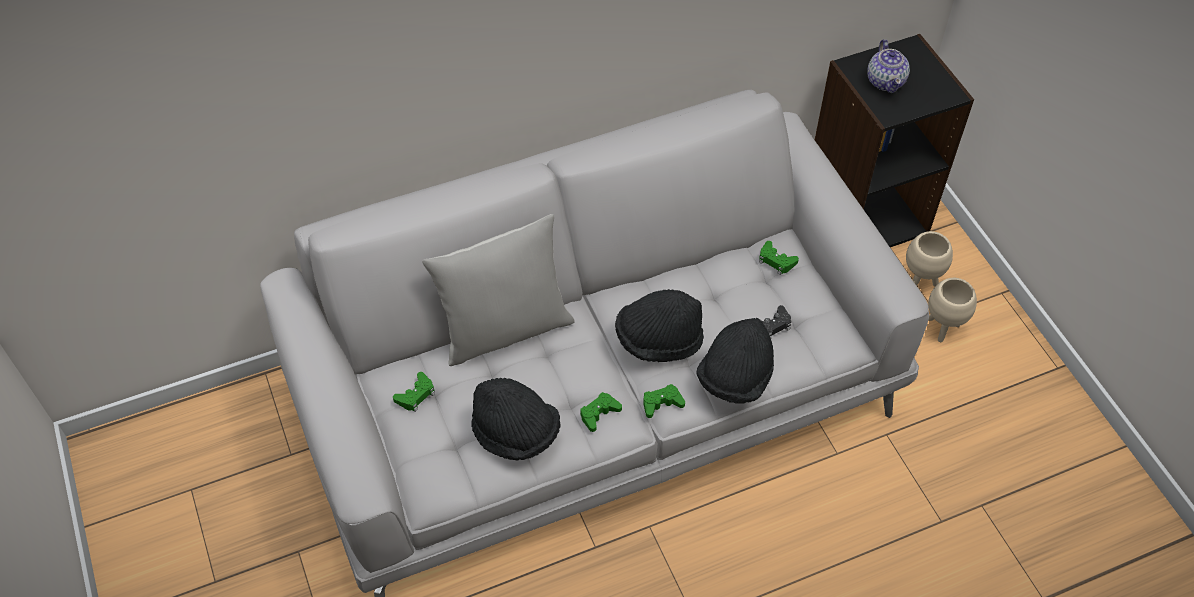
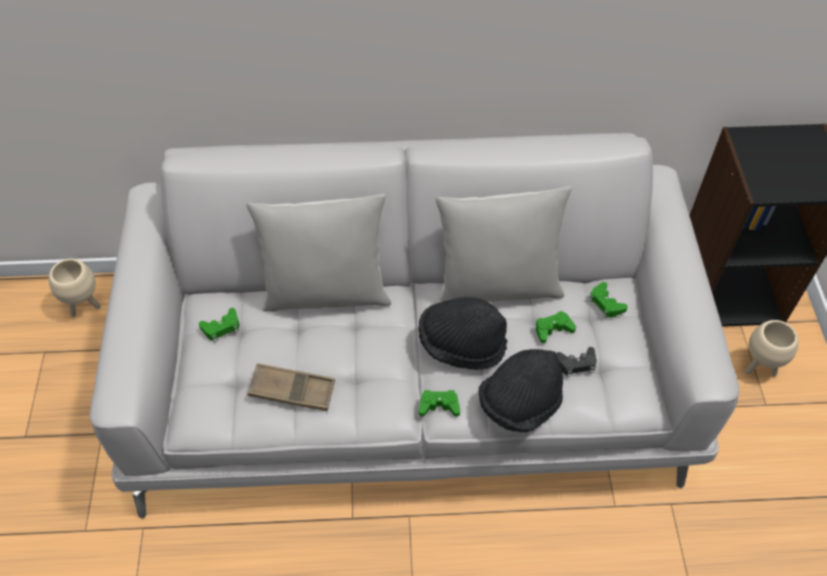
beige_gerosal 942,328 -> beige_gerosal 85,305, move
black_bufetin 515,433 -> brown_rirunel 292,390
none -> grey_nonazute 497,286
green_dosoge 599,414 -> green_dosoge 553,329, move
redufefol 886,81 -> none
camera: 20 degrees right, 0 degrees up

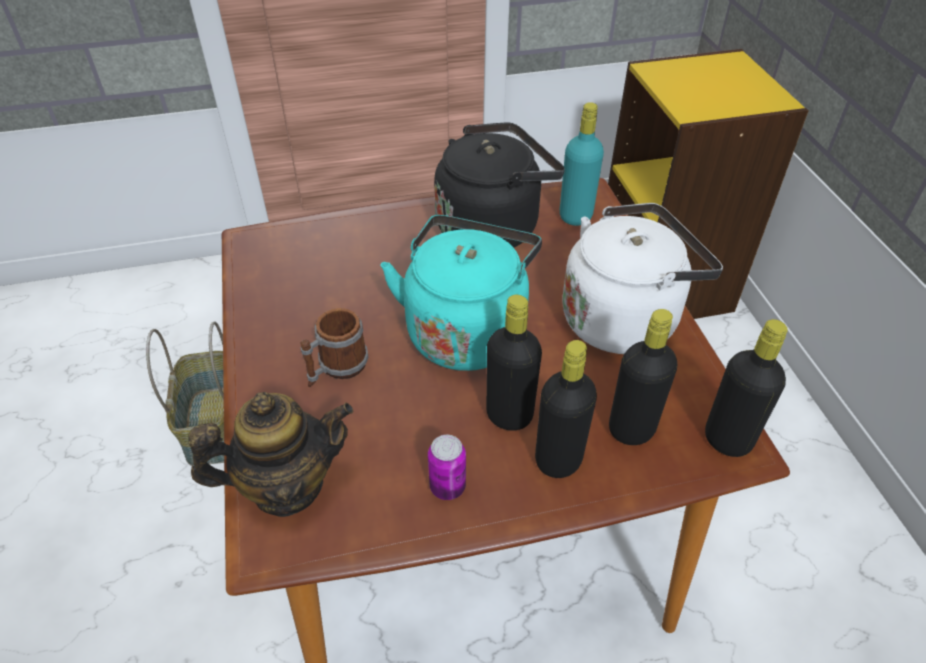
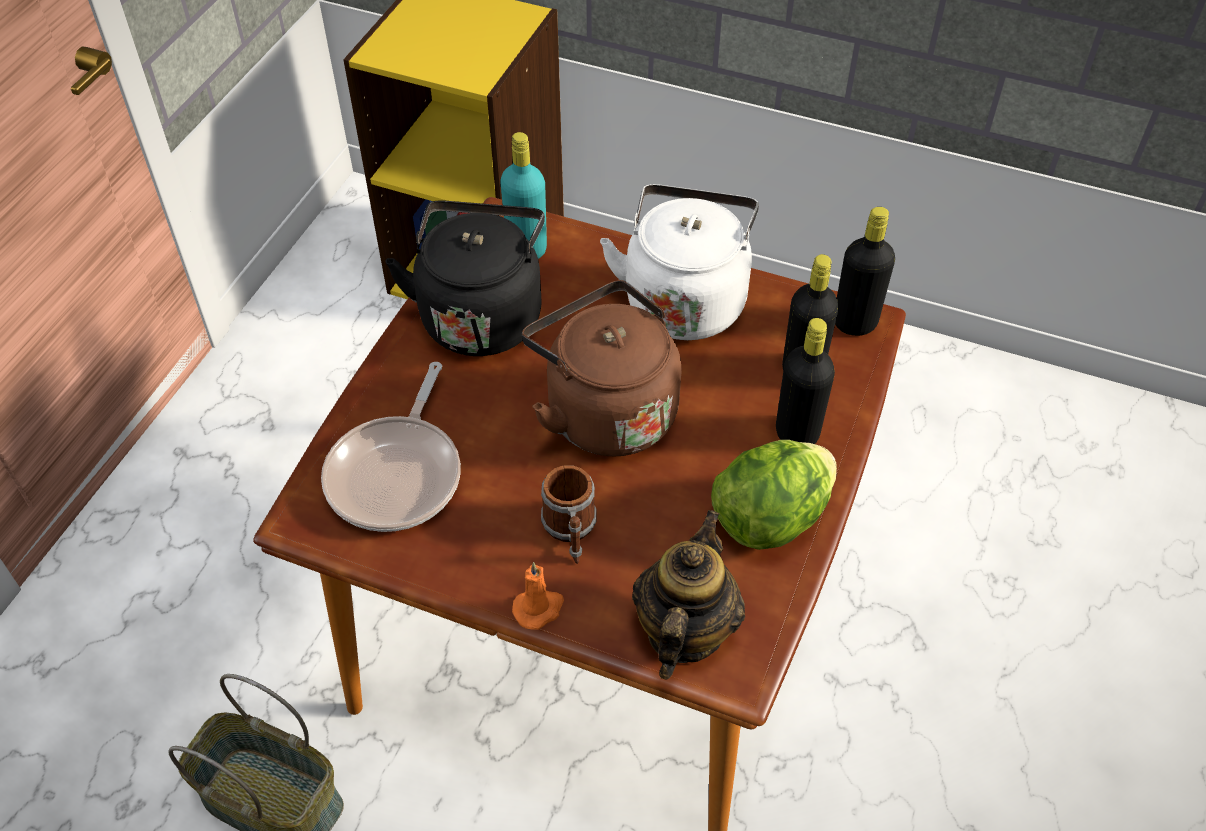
none -> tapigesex 398,474
none -> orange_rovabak 539,608
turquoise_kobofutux 467,330 -> brown_kobofutux 605,411
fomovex 447,487 -> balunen 770,518
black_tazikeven 509,415 -> none
camera: 55 degrees left, 5 degrees up

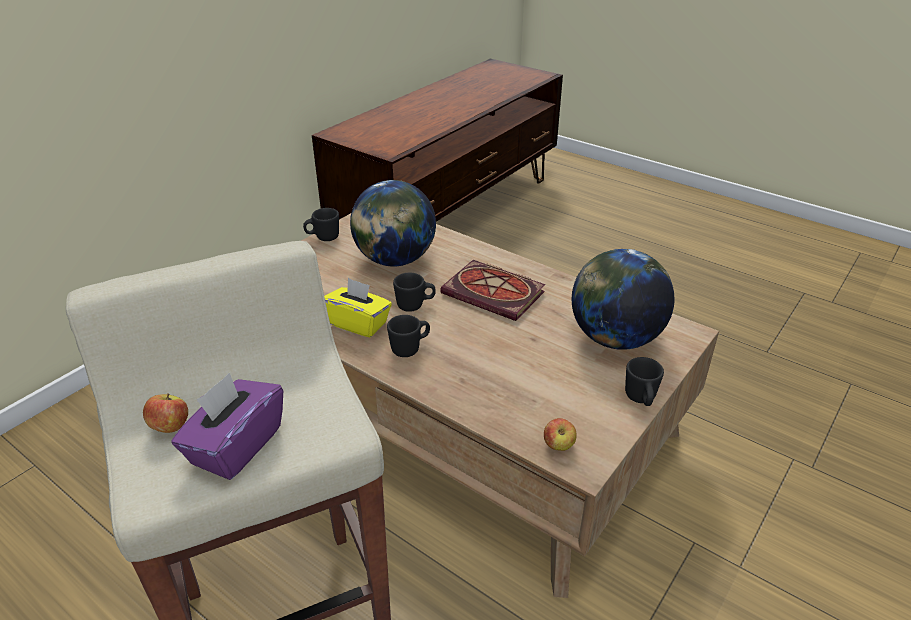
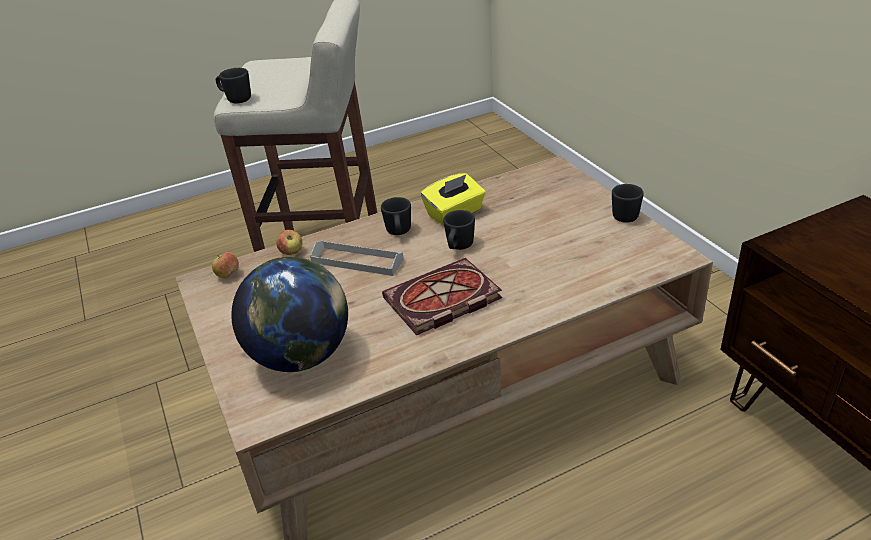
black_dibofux 641,399 -> black_dibofux 236,99, move
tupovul 170,427 -> tupovul 291,252, move
none -> grey_rirunel 357,261
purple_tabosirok 236,446 -> none
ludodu 395,260 -> none
camera: 120 degrees right, 0 degrees up

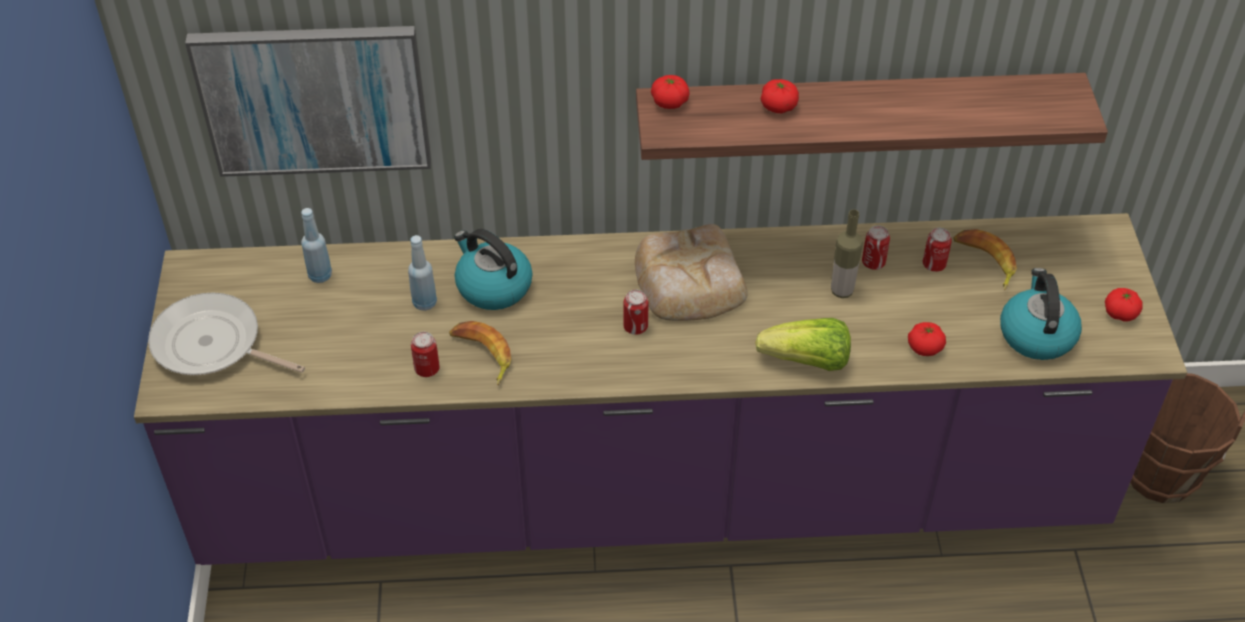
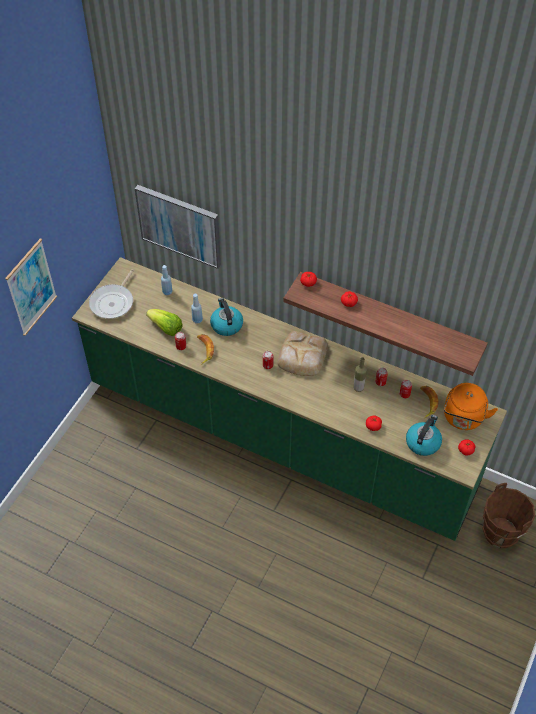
none -> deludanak 31,287
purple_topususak 622,496 -> green_topususak 268,431
tapigesex 212,345 -> tapigesex 113,302, 120 degrees counterclockwise
balunen 807,361 -> balunen 166,328, move
none -> orange_kobofutux 463,419
camera: 30 degrees right, 5 degrees up

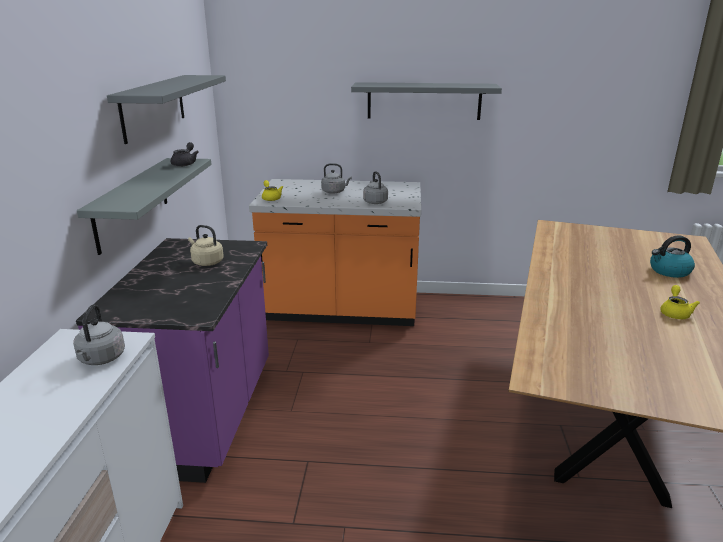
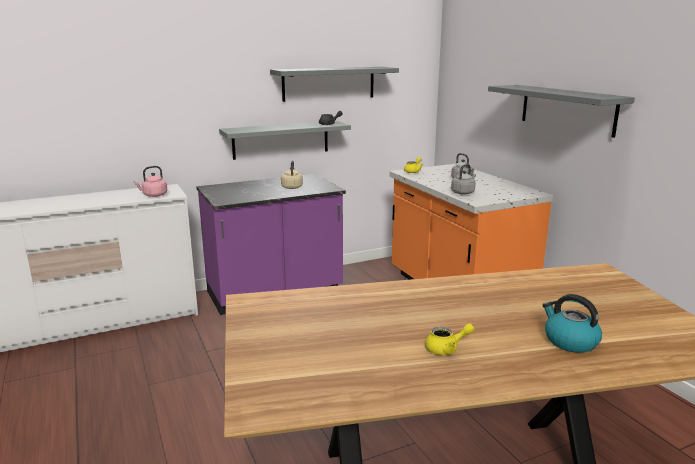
grey_kobofutux 101,359 -> pink_kobofutux 153,195
camera: 60 degrees right, 5 degrees down

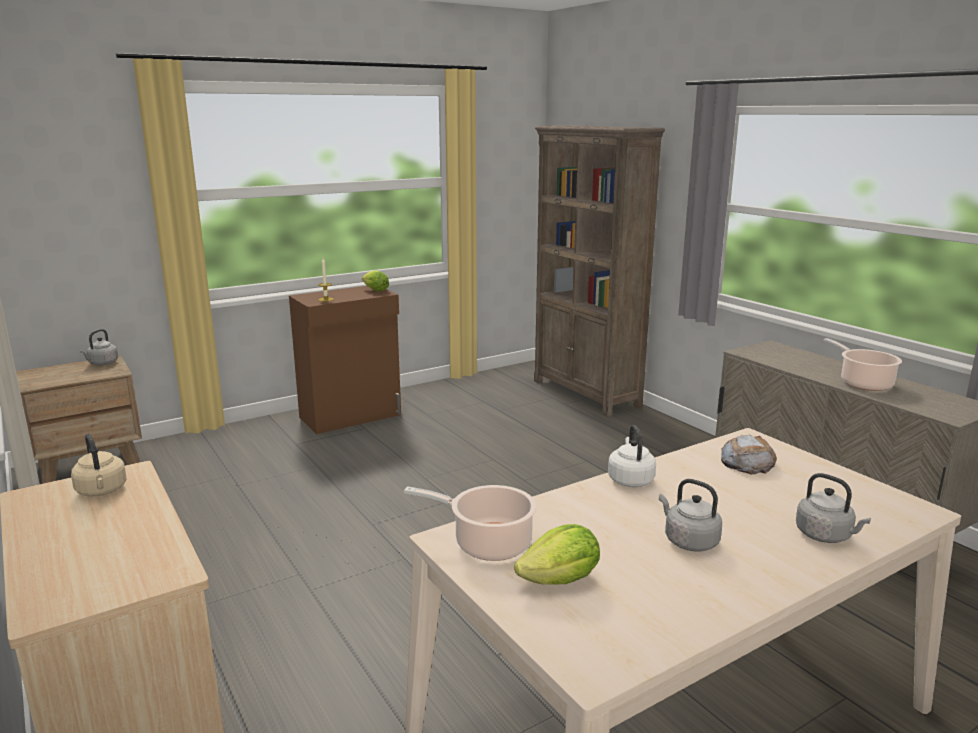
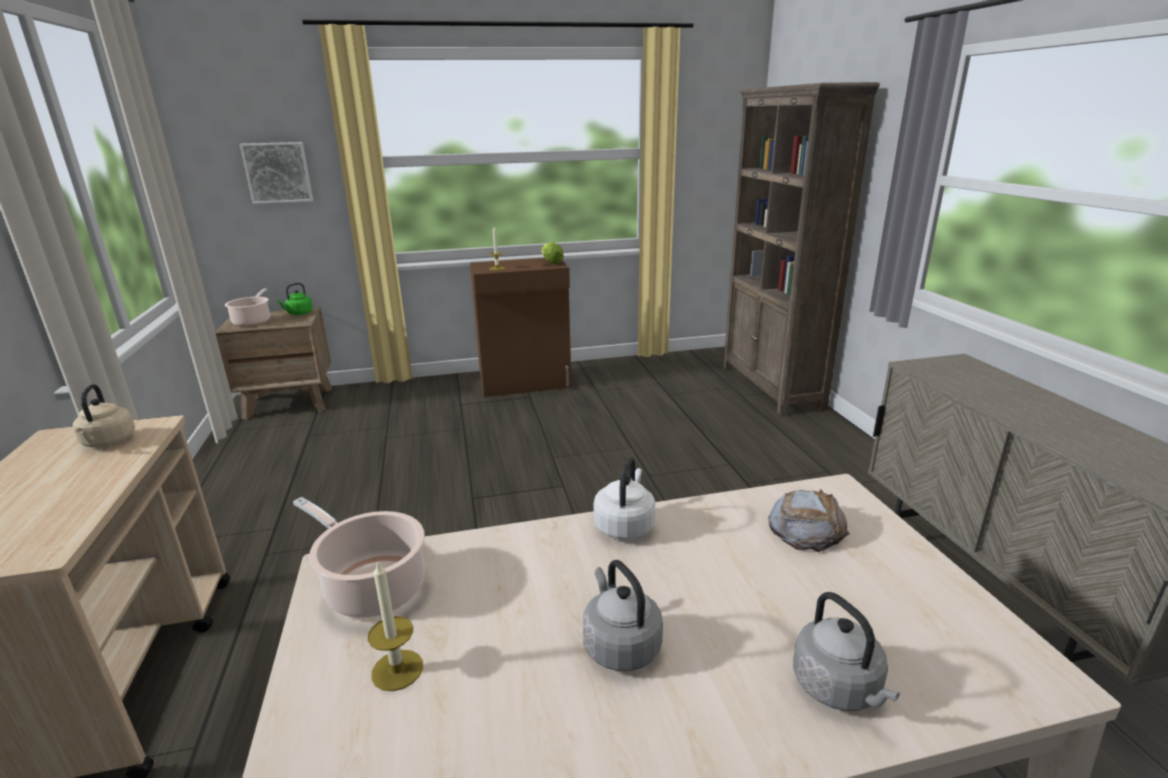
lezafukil 863,383 -> lezafukil 253,321, move
none -> deludanak 278,172
grey_kobofutux 102,363 -> green_kobofutux 299,313
balunen 561,580 -> rovabak 397,670
camera: 20 degrees right, 5 degrees up

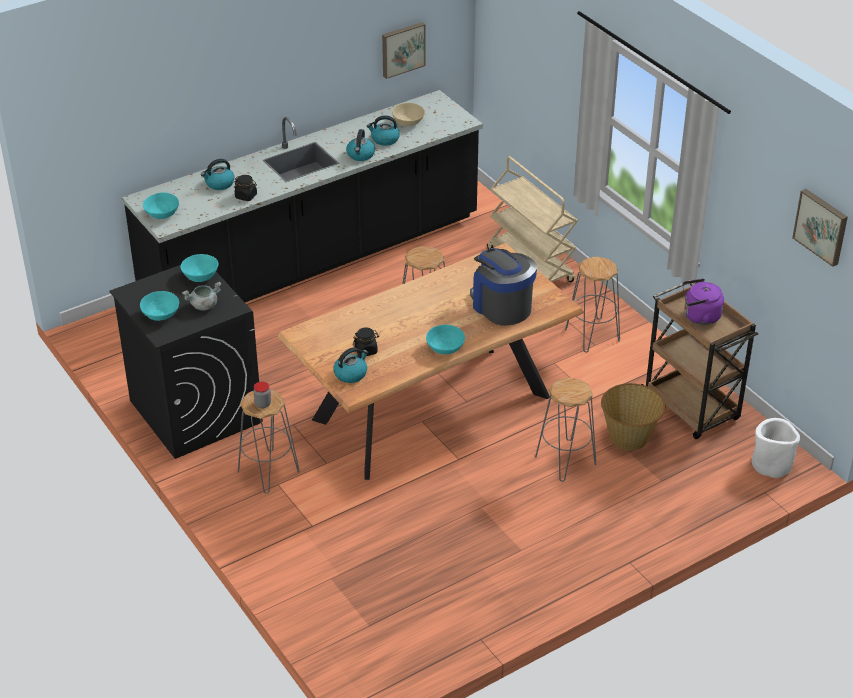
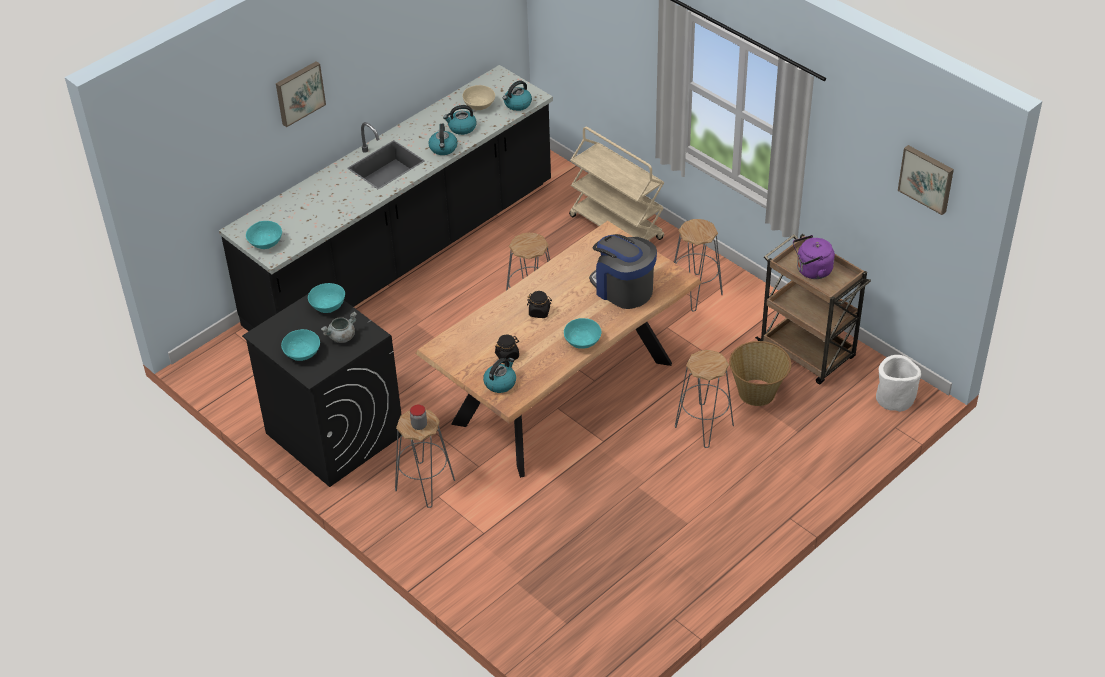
deludanak 402,49 -> deludanak 299,93, move
kobofutux 219,184 -> kobofutux 517,104, move
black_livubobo 246,196 -> black_livubobo 539,312, move
camera: 10 degrees left, 5 degrees up

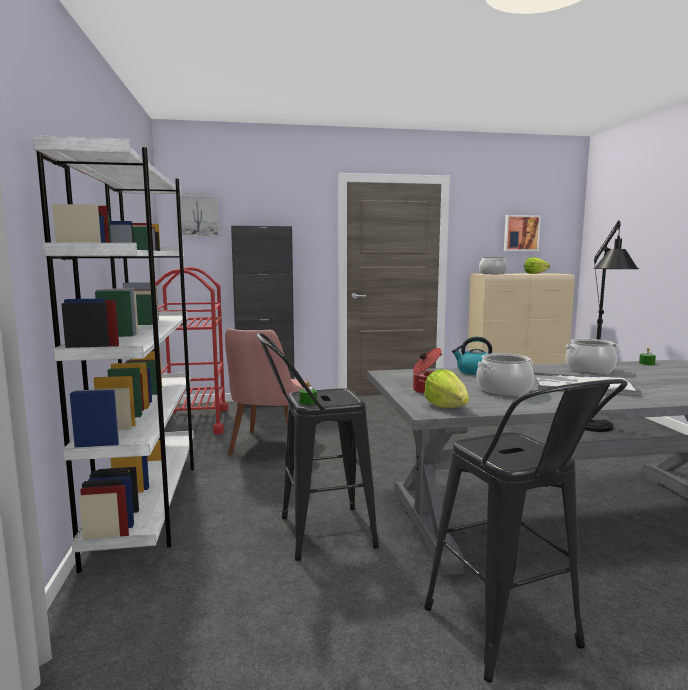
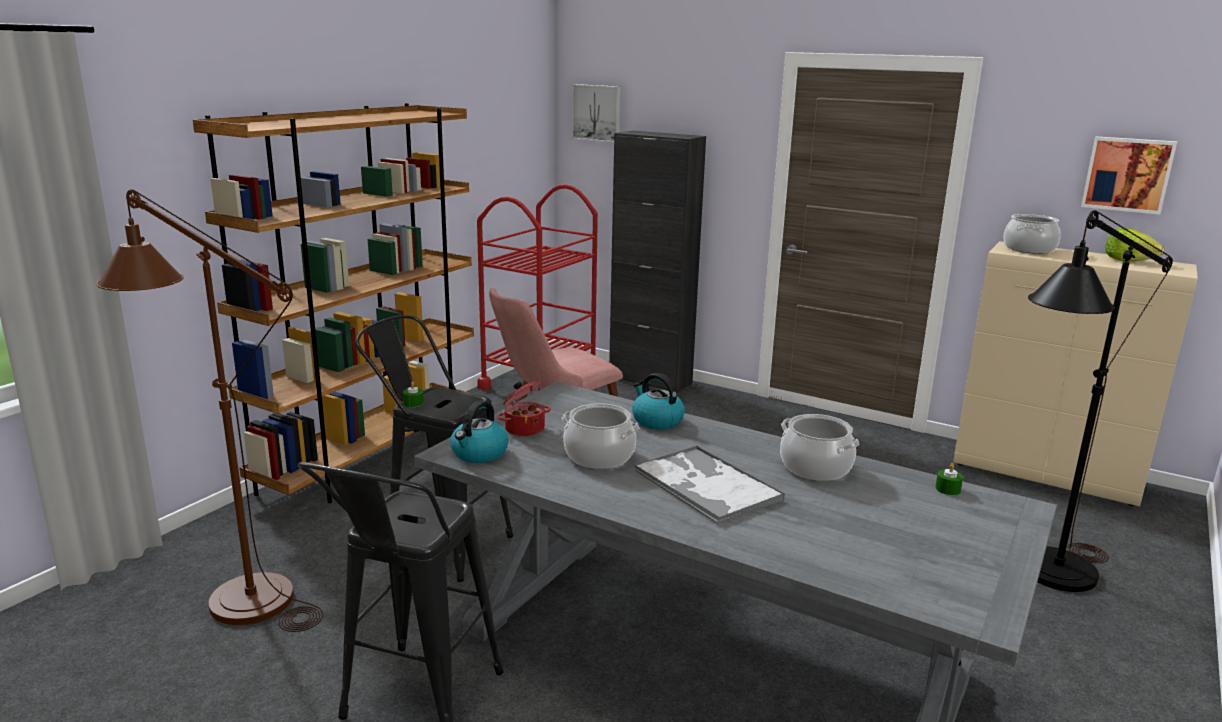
none -> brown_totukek 235,594
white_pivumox 148,504 -> brown_pivumox 371,458
balunen 446,407 -> kobofutux 479,453
camera: 40 degrees right, 10 degrees up

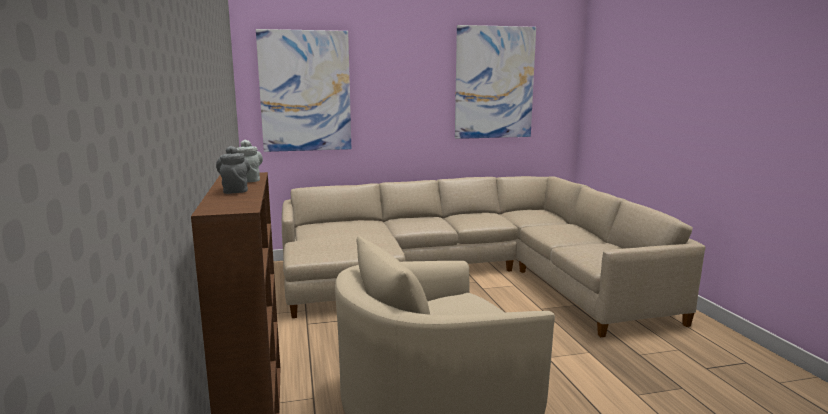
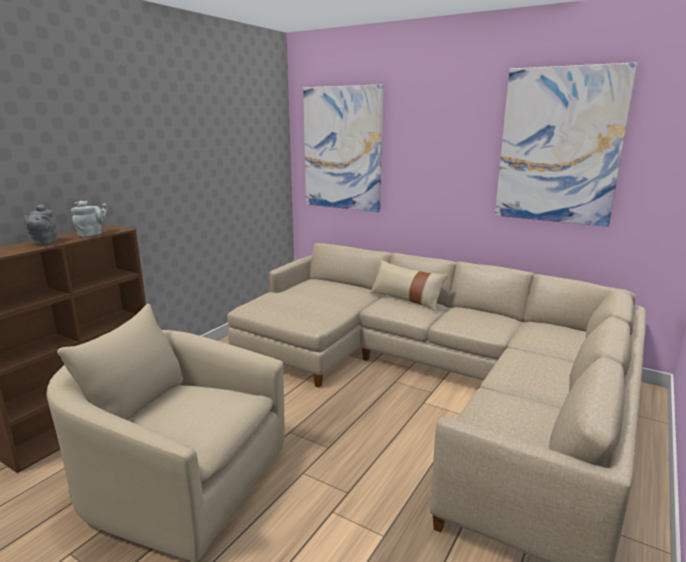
grey_redufefol 235,190 -> grey_redufefol 43,242, 150 degrees clockwise
none -> beige_nonazute 406,299
camera: 45 degrees right, 5 degrees up

